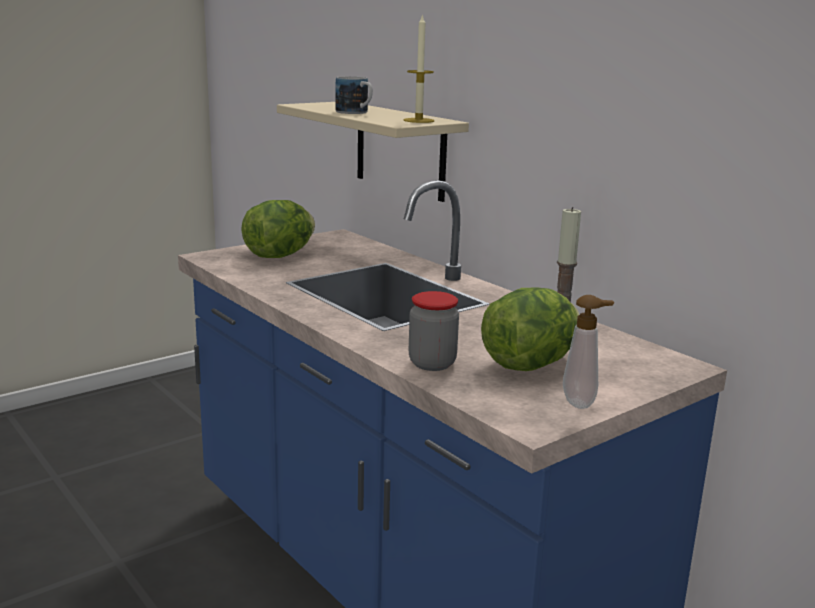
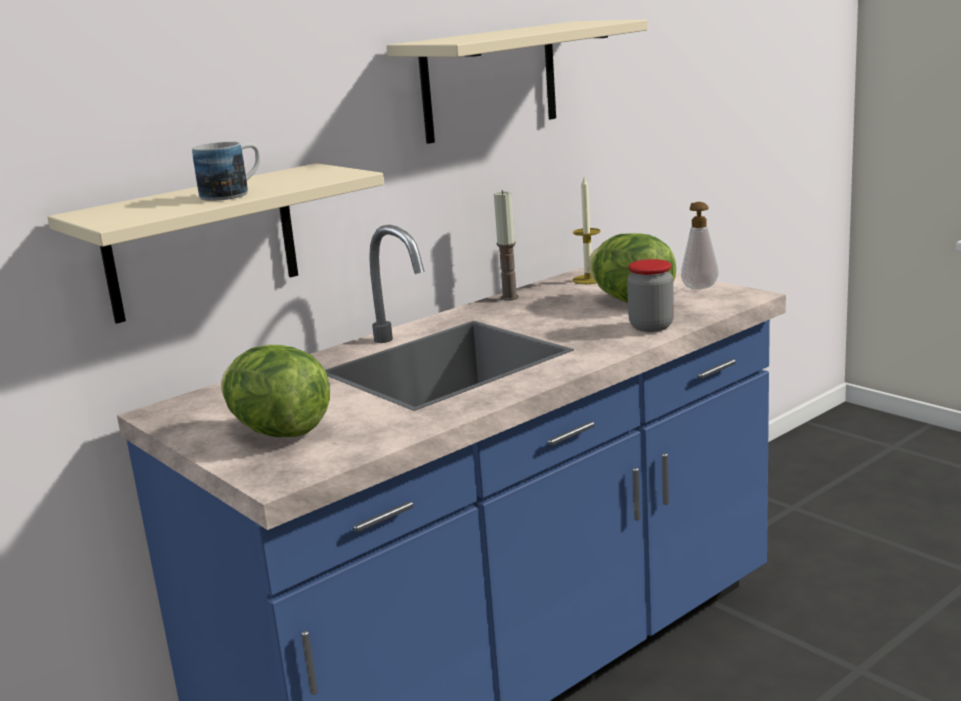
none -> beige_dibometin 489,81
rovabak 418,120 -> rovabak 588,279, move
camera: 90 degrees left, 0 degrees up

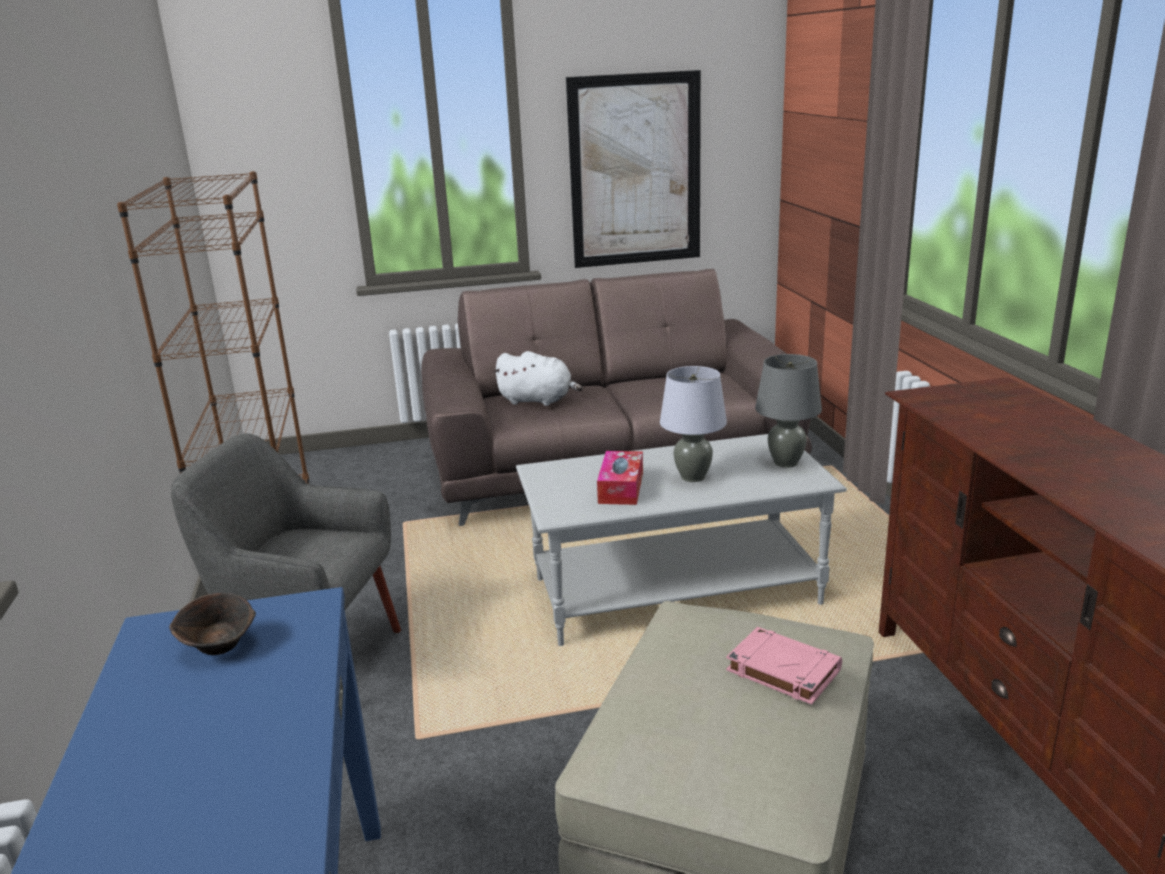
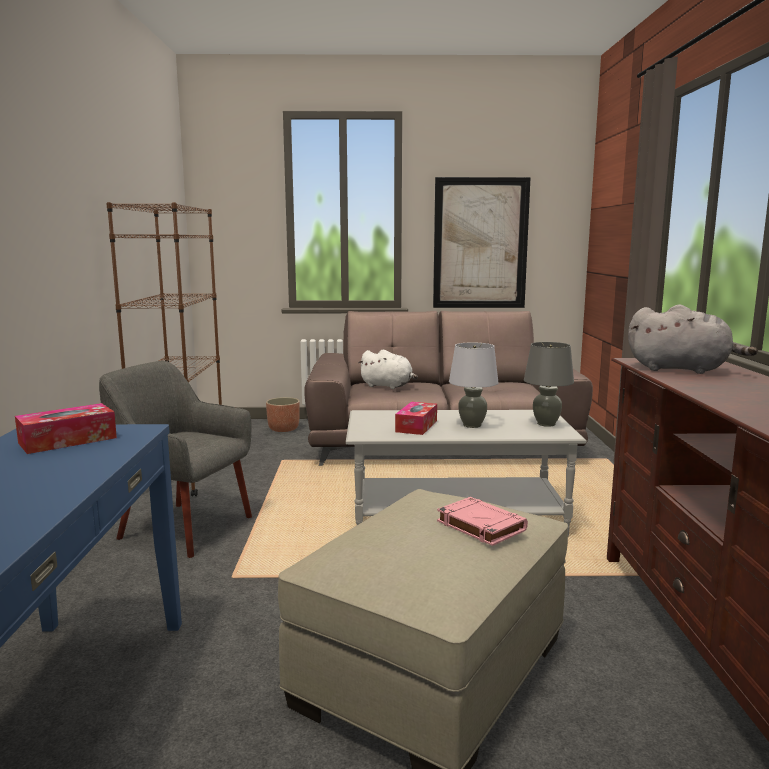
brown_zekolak 221,647 -> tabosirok 68,440
none -> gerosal 284,429
none -> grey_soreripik 682,369
camera: 10 degrees right, 10 degrees down

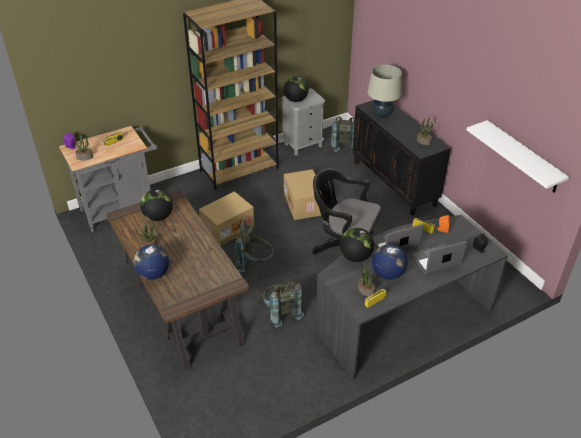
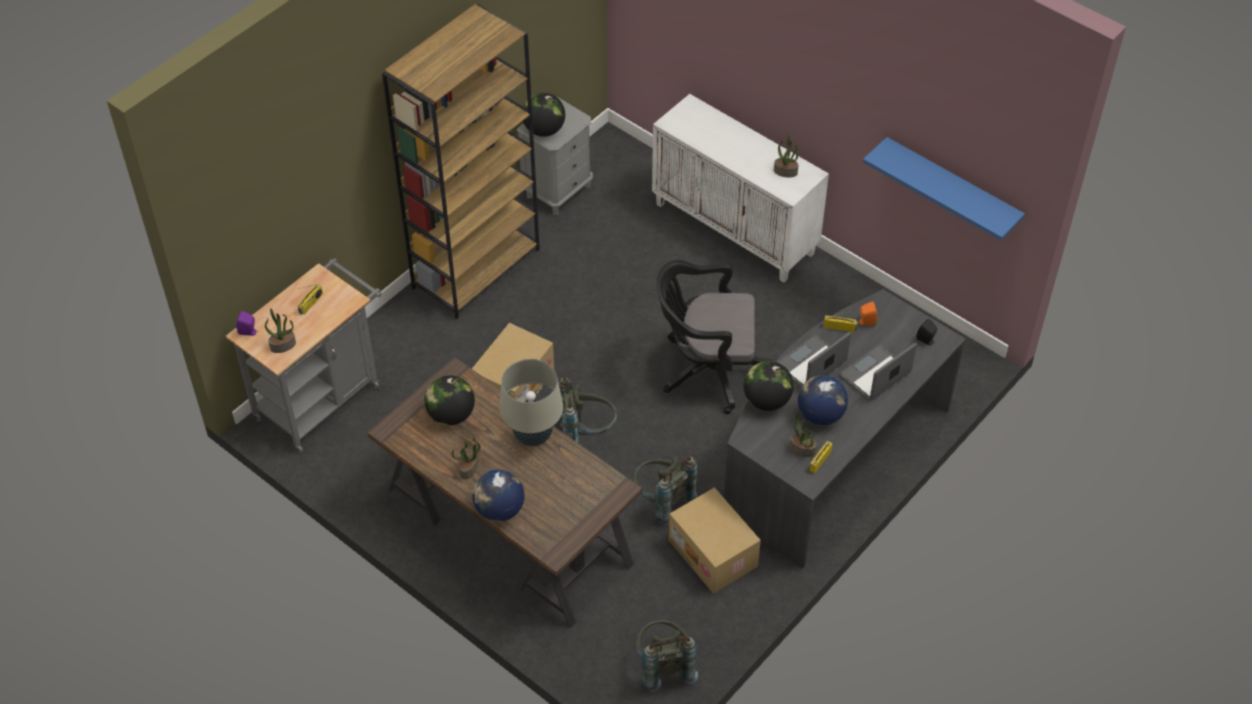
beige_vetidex 382,114 -> beige_vetidex 533,436, move
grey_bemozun 344,145 -> grey_bemozun 663,666, move
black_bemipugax 394,183 -> white_bemipugax 735,229
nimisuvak 304,204 -> nimisuvak 714,553, move
white_dibometin 523,157 -> blue_dibometin 952,187
camera: 20 degrees left, 10 degrees up

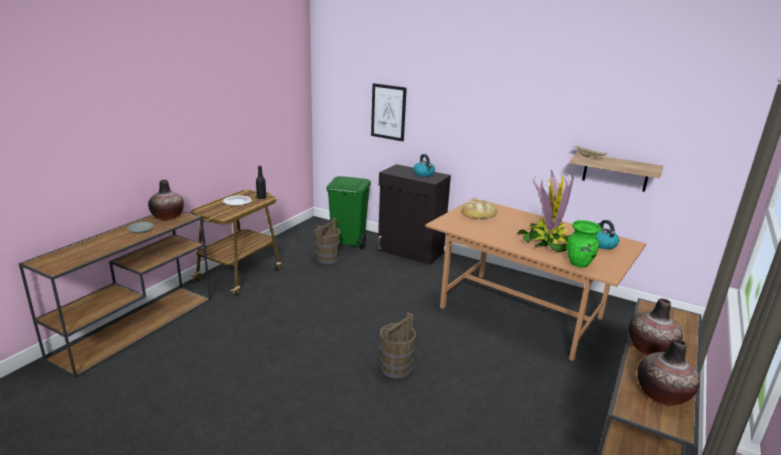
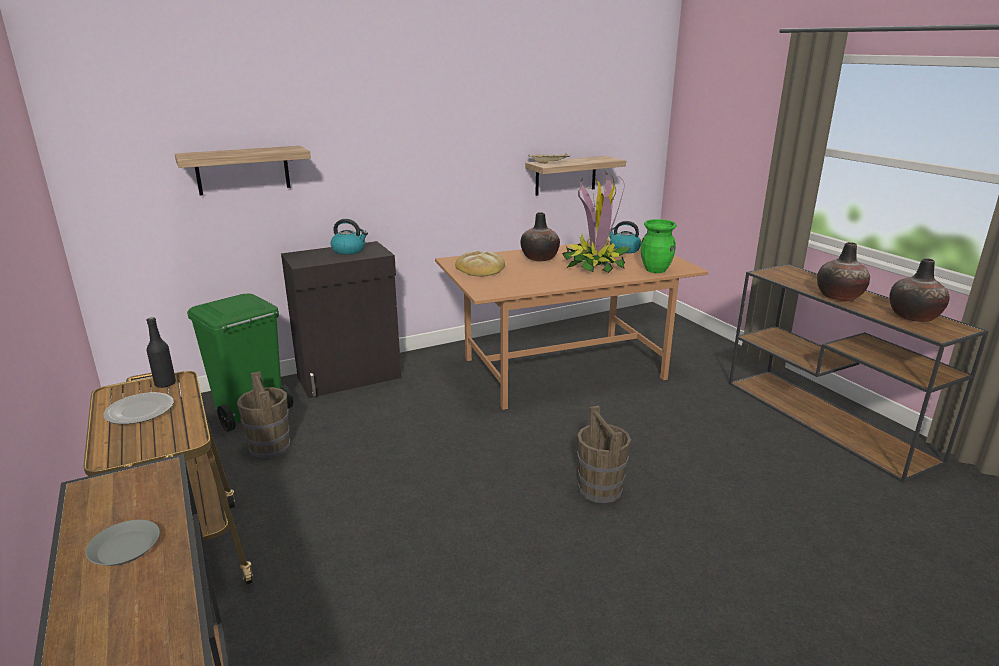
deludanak 388,112 -> dibometin 243,170
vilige 168,216 -> vilige 539,258, move
camera: 55 degrees left, 0 degrees up

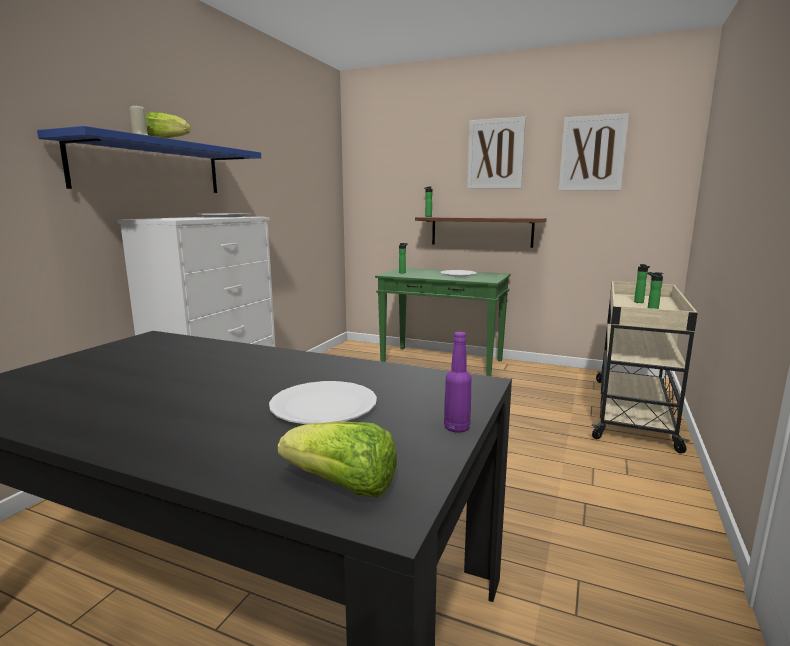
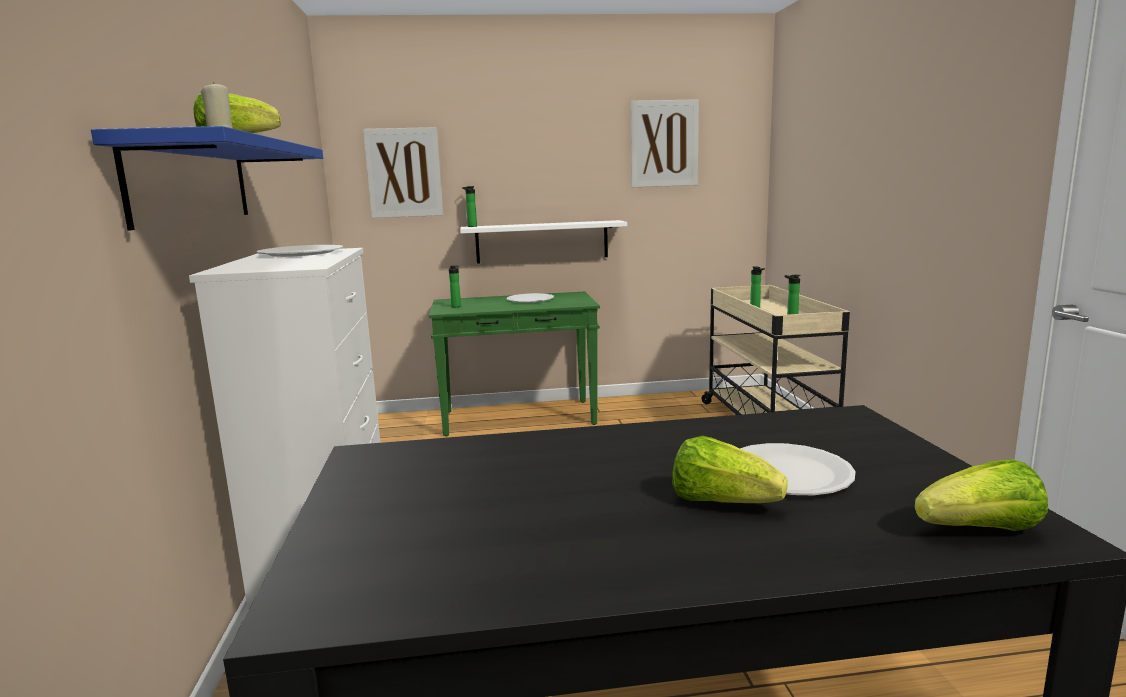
deludanak 495,154 -> deludanak 404,173, move
brown_dibometin 481,231 -> white_dibometin 542,241
none -> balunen 721,502
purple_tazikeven 456,428 -> none
camera: 30 degrees left, 0 degrees up

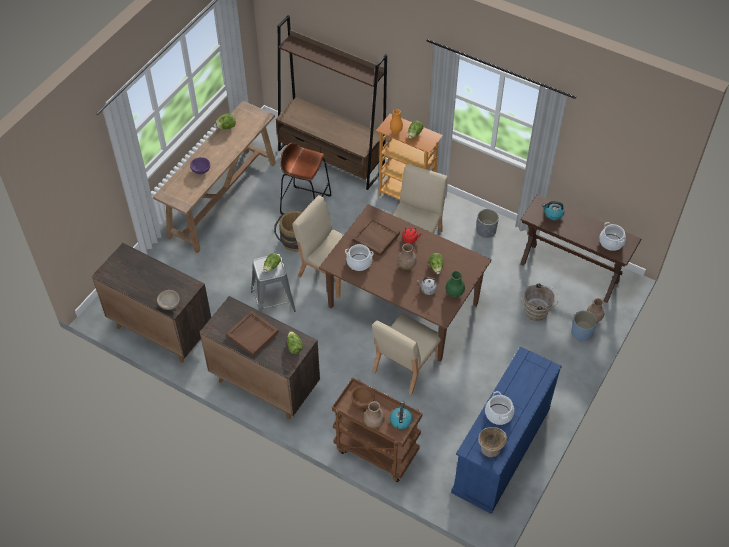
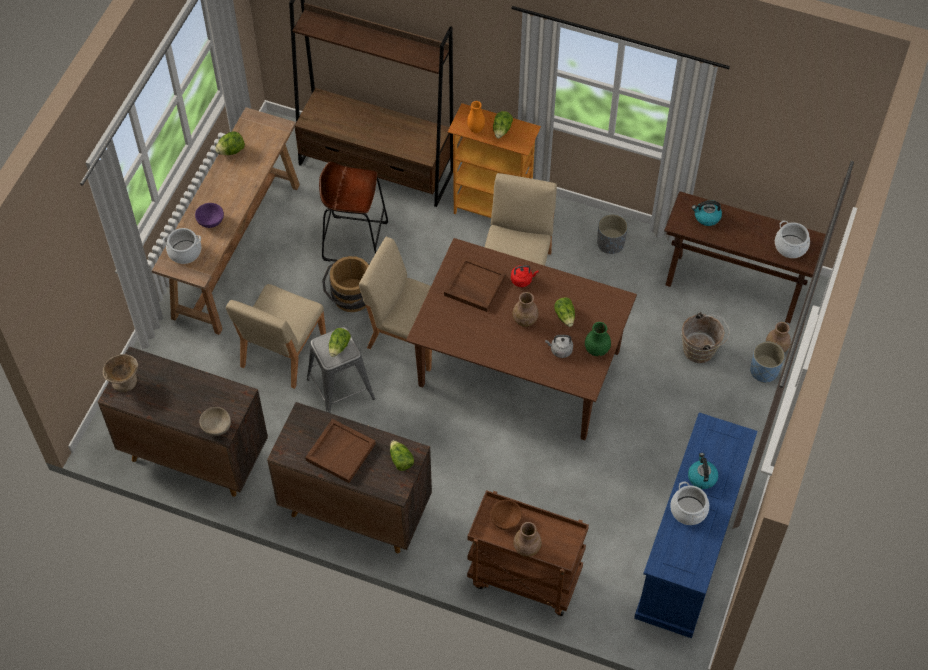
beige_zekolak 490,448 -> beige_zekolak 124,381, move
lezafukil 359,262 -> lezafukil 185,252, move
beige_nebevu 405,365 -> beige_nebevu 282,351, move
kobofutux 400,420 -> kobofutux 701,477, move
camera: 10 degrees left, 5 degrees up

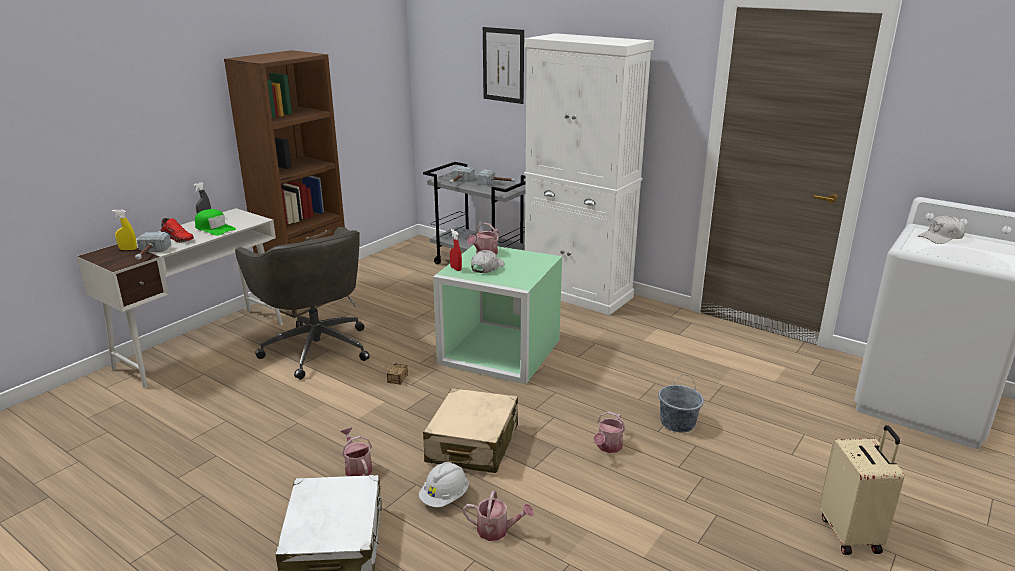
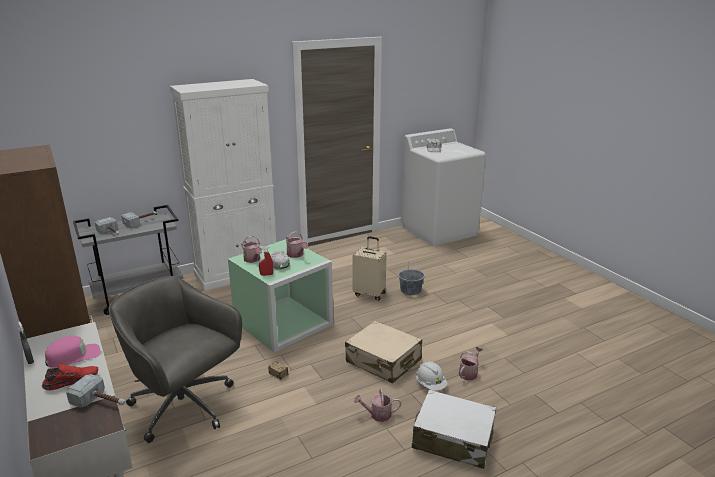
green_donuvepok 214,228 -> pink_donuvepok 73,356
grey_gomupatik 316,347 -> grey_gomupatik 184,407, 135 degrees counterclockwise
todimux 608,447 -> todimux 296,255, move
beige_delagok 851,534 -> beige_delagok 369,293, move
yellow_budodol 128,249 -> none
deludanak 503,65 -> none
camera: 65 degrees left, 0 degrees up

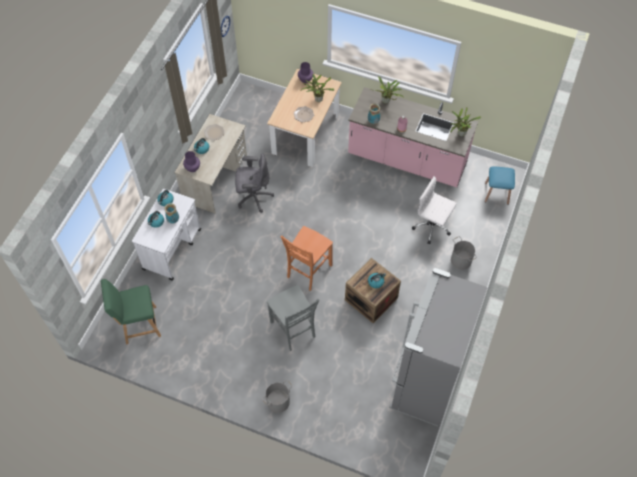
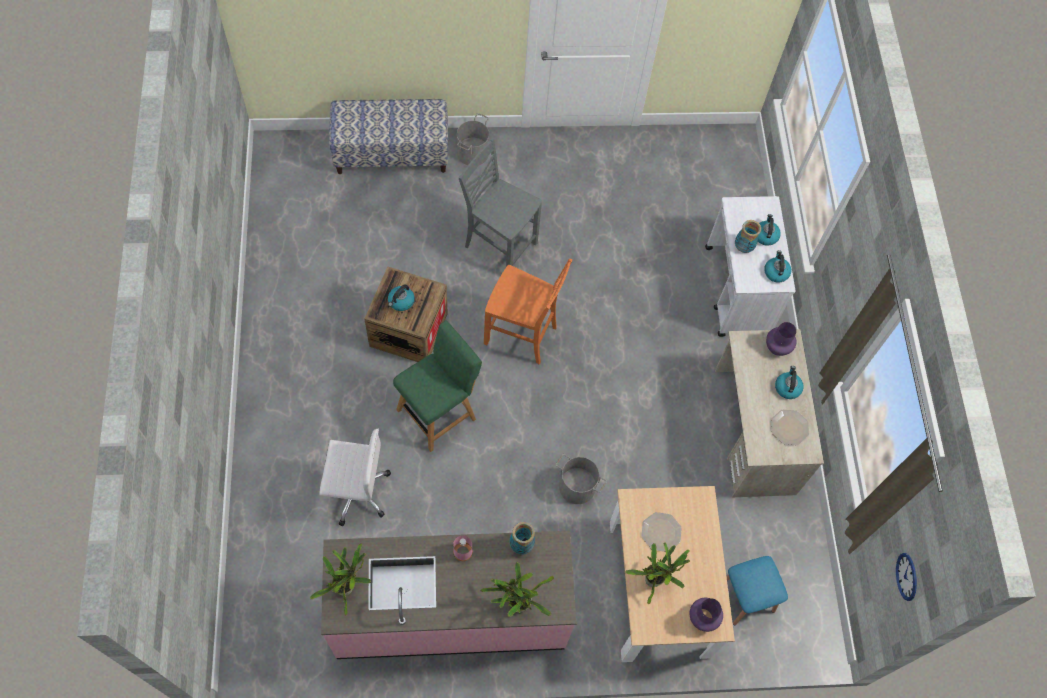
none -> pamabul 392,153
green_nebevu 138,325 -> green_nebevu 439,412, move
orange_nebevu 308,271 -> orange_nebevu 522,335, 105 degrees clockwise
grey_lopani 461,260 -> grey_lopani 577,487, move
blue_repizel 496,193 -> blue_repizel 745,597, move
grey_gomupatik 253,197 -> none
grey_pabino 424,382 -> none
camera: 150 degrees right, 5 degrees up

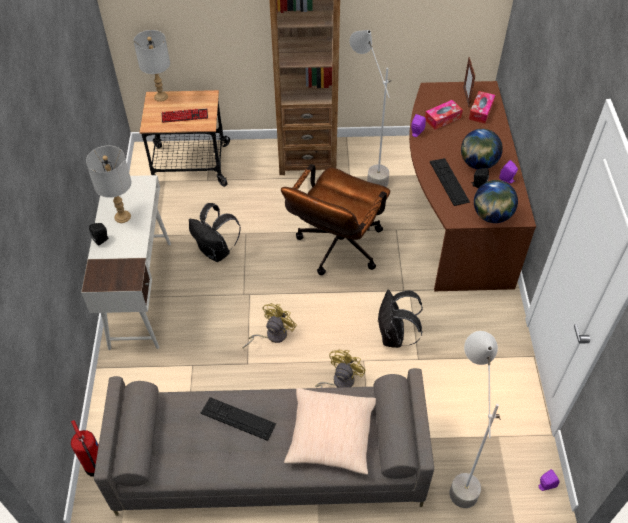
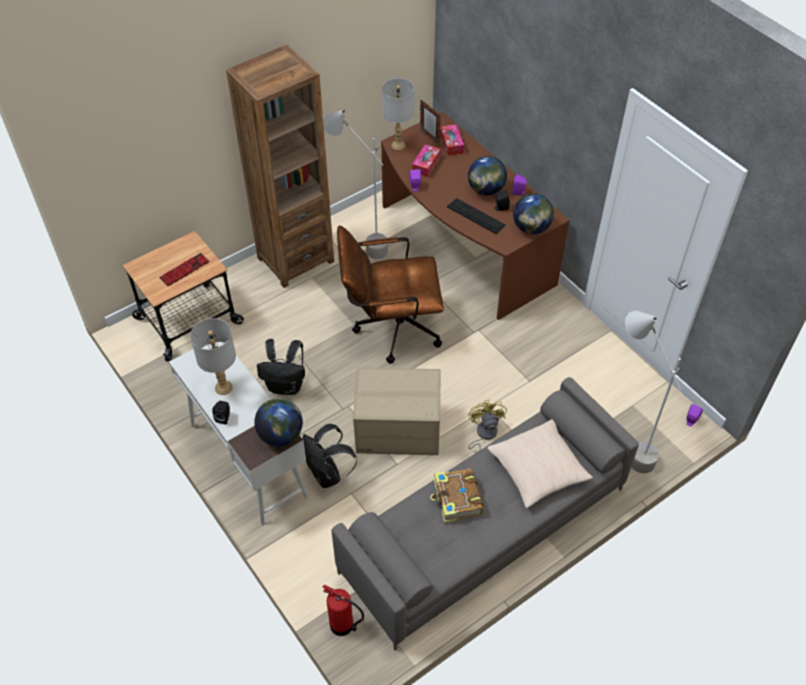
none -> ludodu 281,434
black_bemozun 394,337 -> black_bemozun 328,475, move
brown_gomupatik 336,250 -> brown_gomupatik 390,328, 90 degrees clockwise
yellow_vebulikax 272,335 -> nimisuvak 397,429
grey_vetidex 161,97 -> grey_vetidex 398,145, move
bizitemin 238,418 -> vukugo 456,500
camera: 35 degrees left, 0 degrees up

